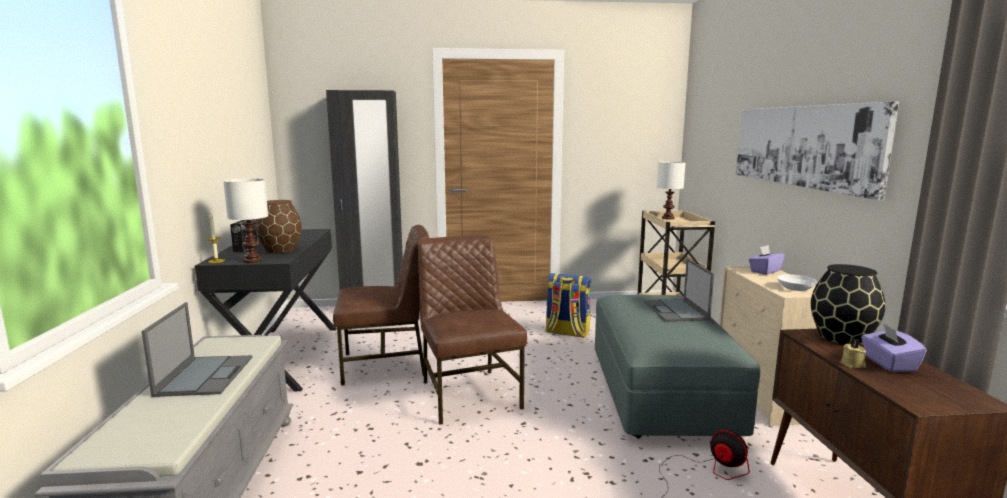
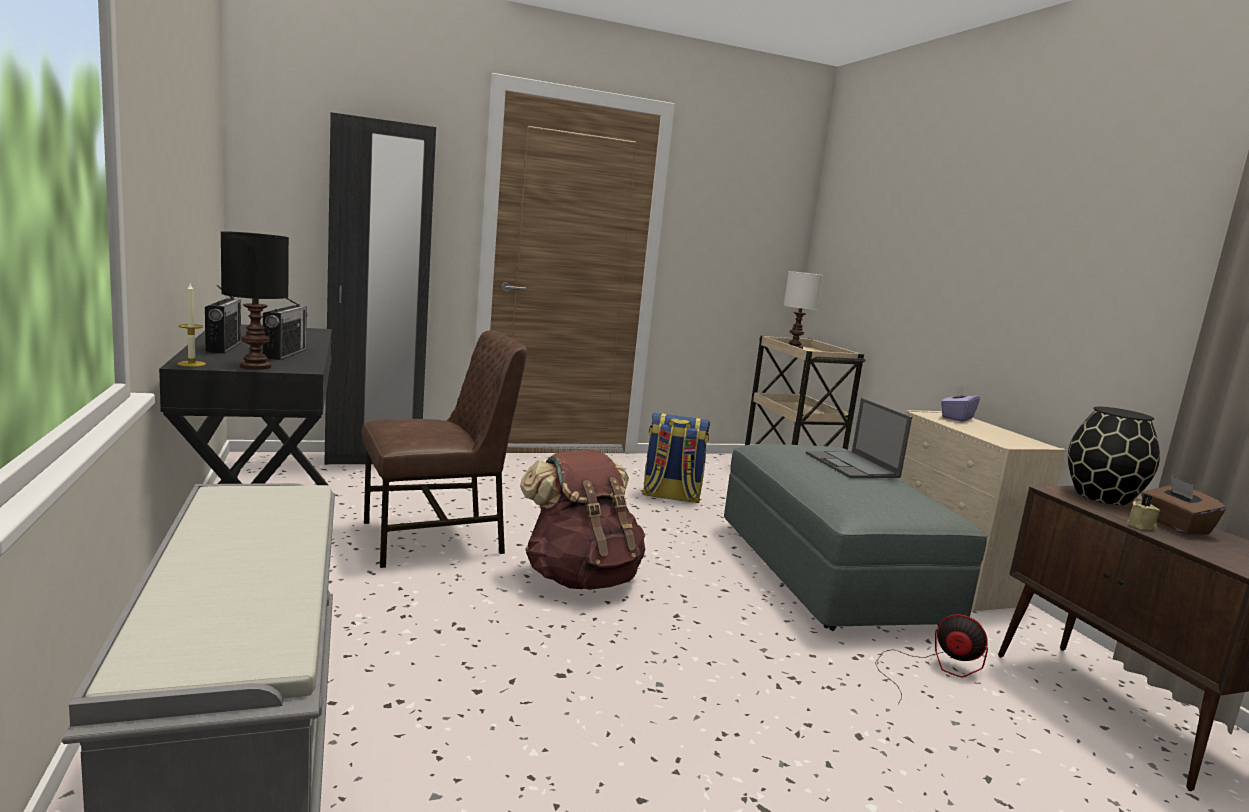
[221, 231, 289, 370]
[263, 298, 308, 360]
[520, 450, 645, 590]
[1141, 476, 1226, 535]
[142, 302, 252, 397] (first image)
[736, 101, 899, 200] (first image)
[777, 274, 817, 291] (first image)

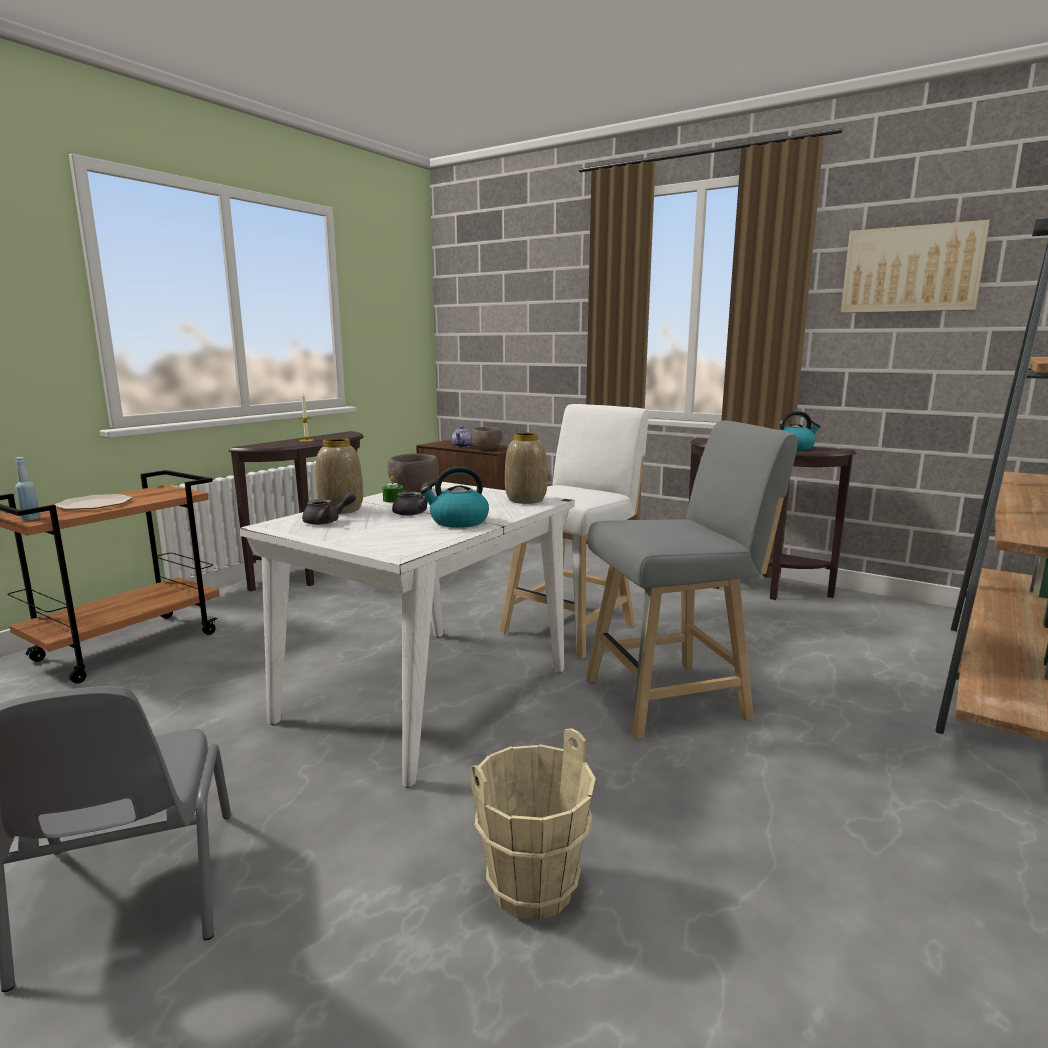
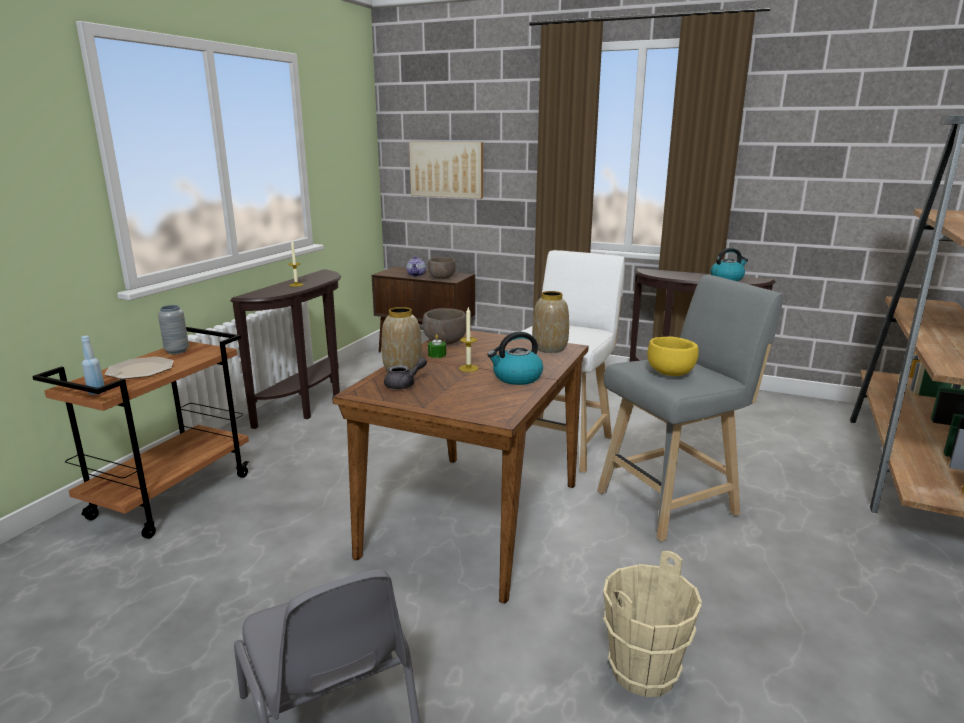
[158, 305, 189, 354]
[332, 331, 589, 603]
[409, 142, 483, 199]
[459, 307, 478, 372]
[647, 336, 699, 376]

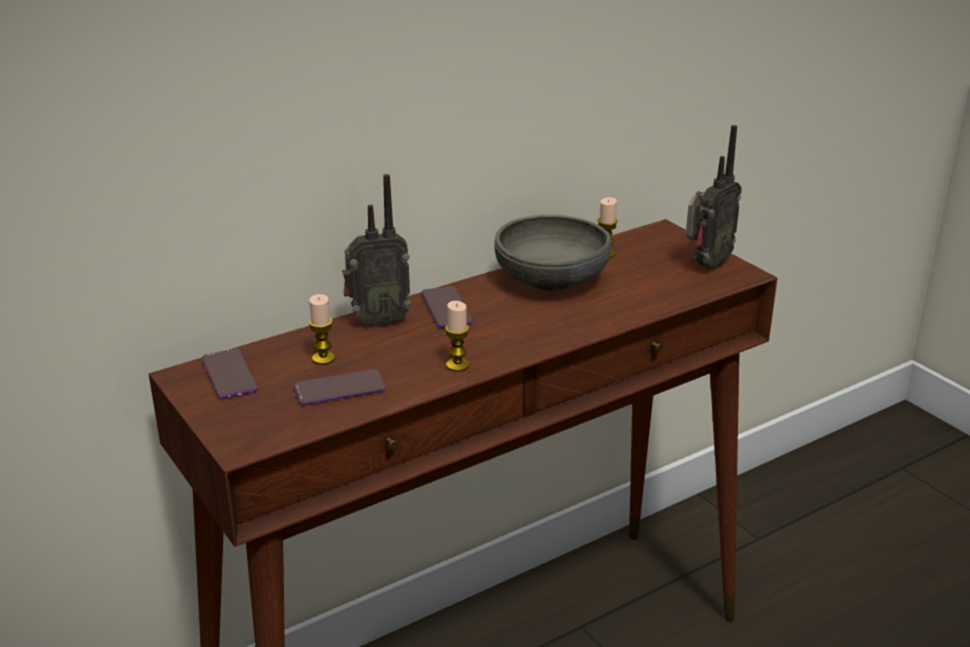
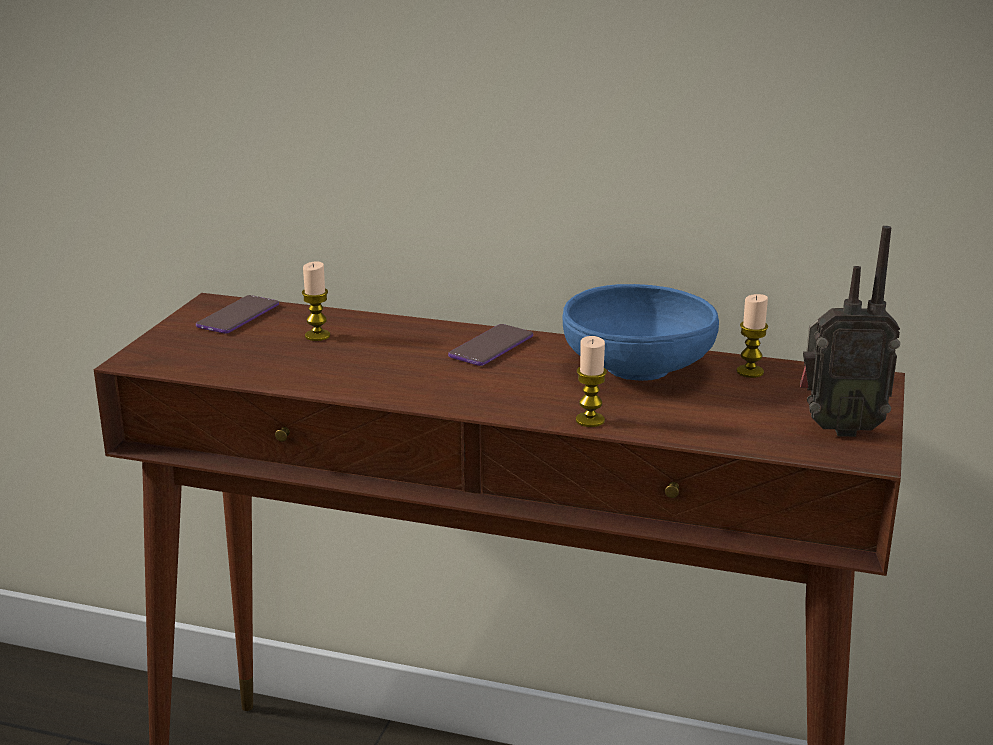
[562, 284, 719, 381]
[576, 336, 607, 427]
[294, 369, 386, 405] (first image)
[342, 174, 411, 327] (first image)

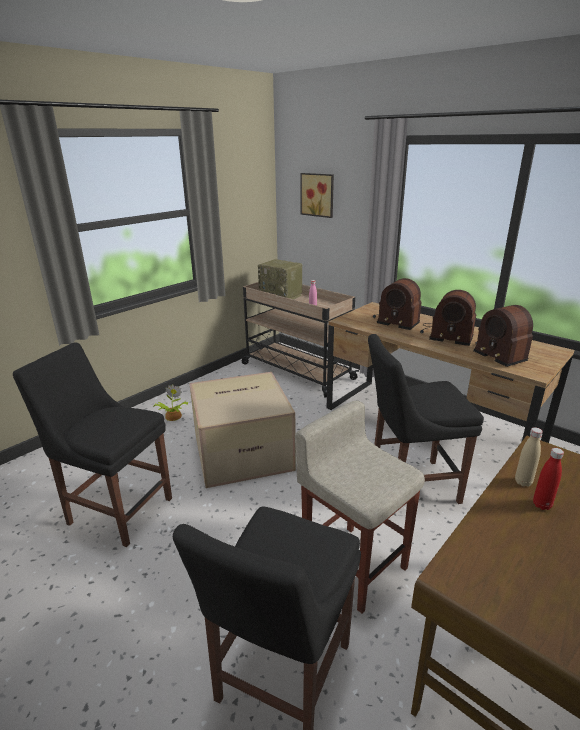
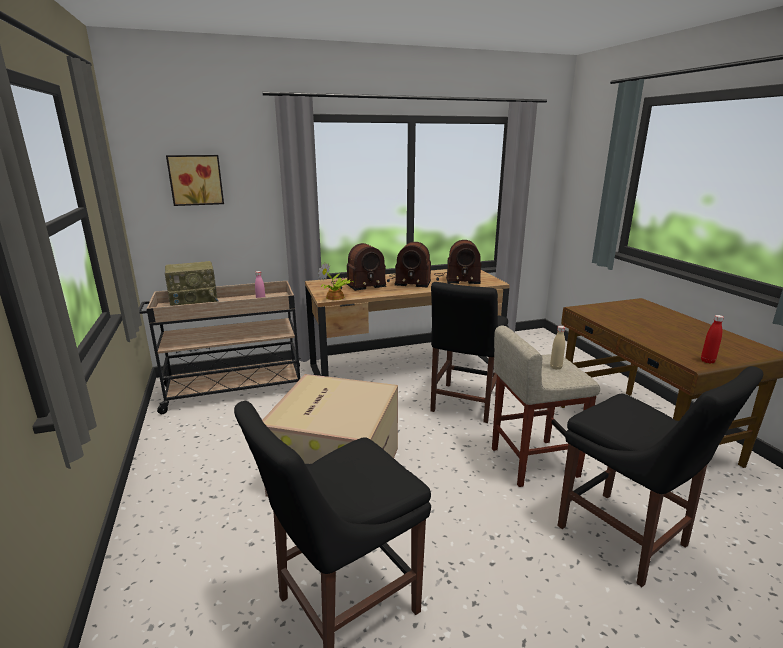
[318, 263, 354, 300]
[387, 242, 431, 287]
[550, 326, 565, 370]
[701, 315, 724, 364]

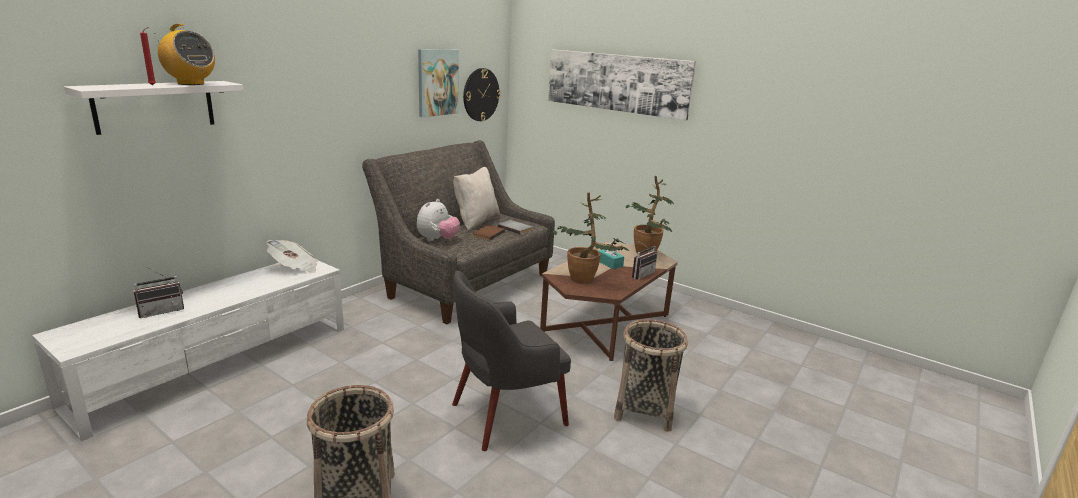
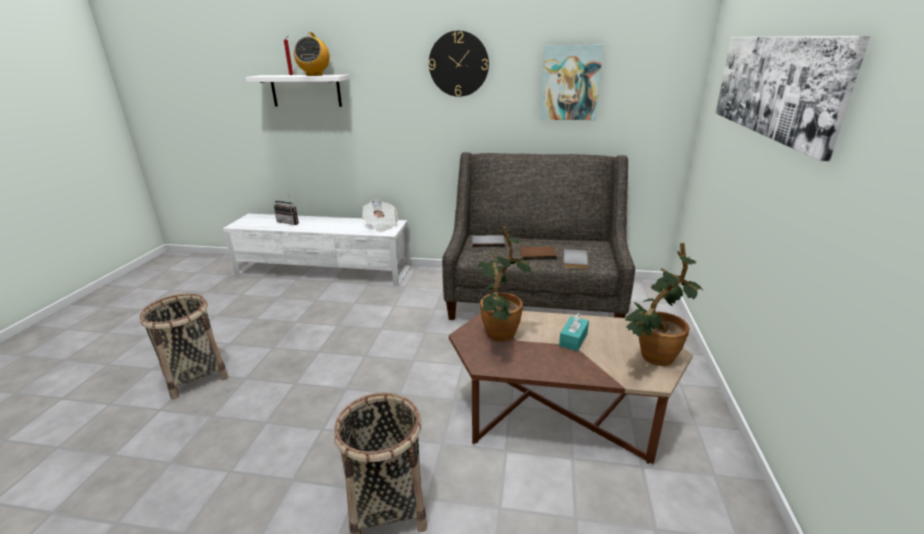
[429, 31, 489, 97]
[472, 235, 505, 247]
[452, 271, 571, 451] (first image)
[453, 167, 500, 231] (first image)
[632, 240, 657, 280] (first image)

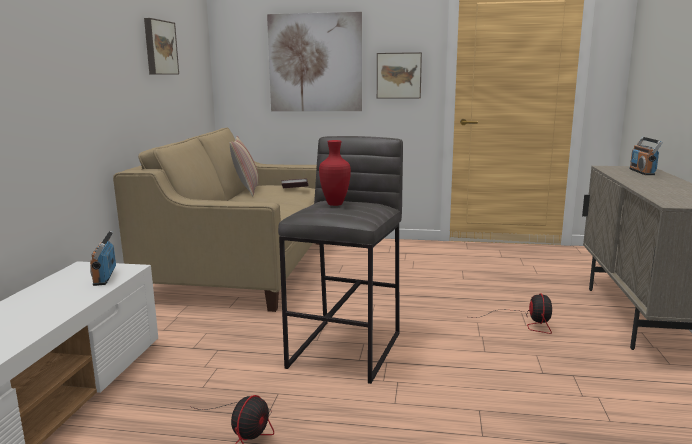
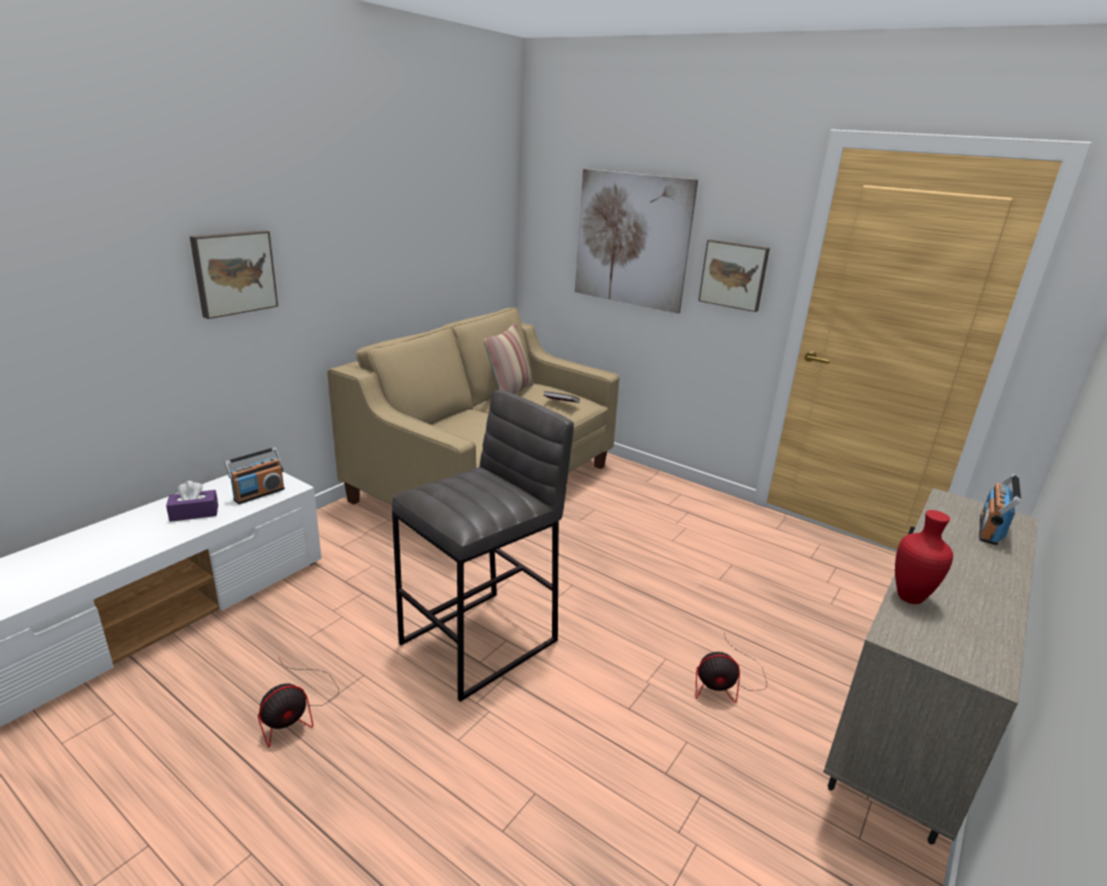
[166, 481, 218, 522]
[190, 230, 278, 319]
[224, 447, 285, 504]
[696, 633, 767, 703]
[895, 510, 953, 604]

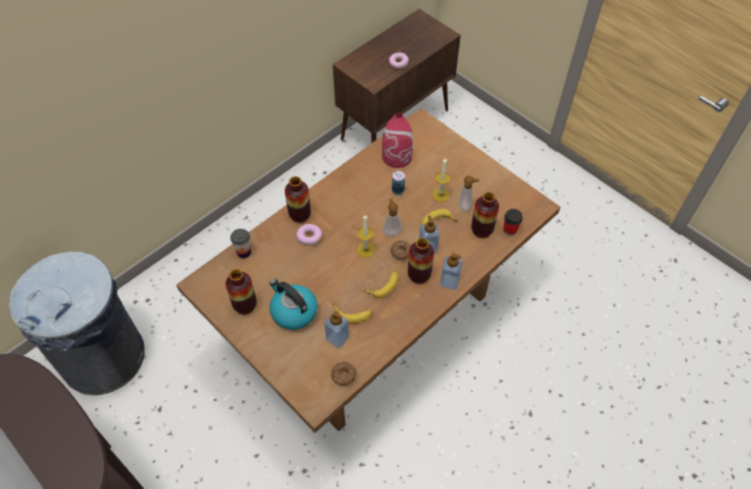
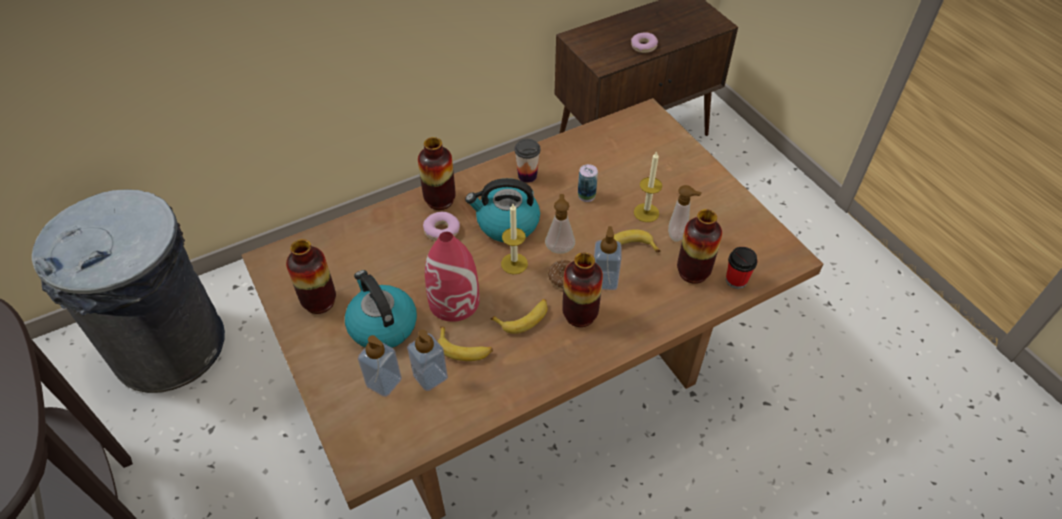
[358, 335, 402, 397]
[425, 232, 480, 322]
[465, 178, 540, 242]
[514, 139, 541, 183]
[331, 362, 356, 386] (first image)

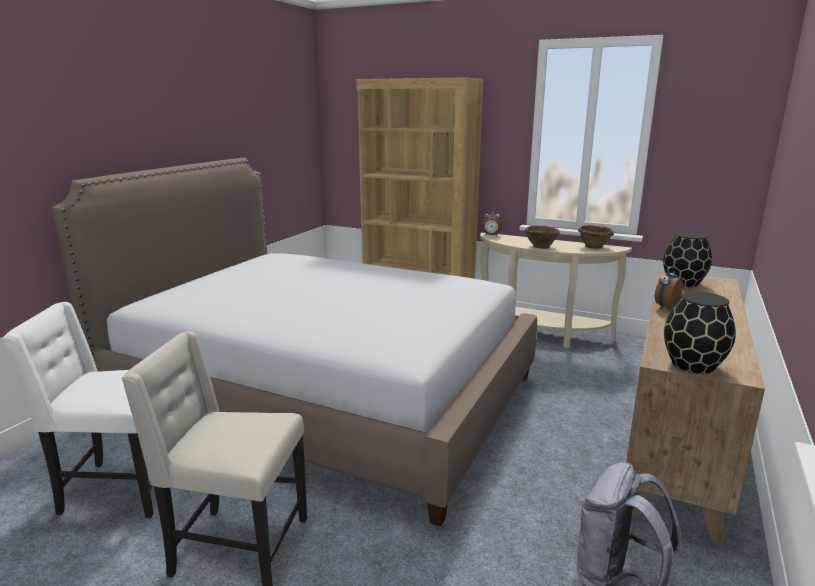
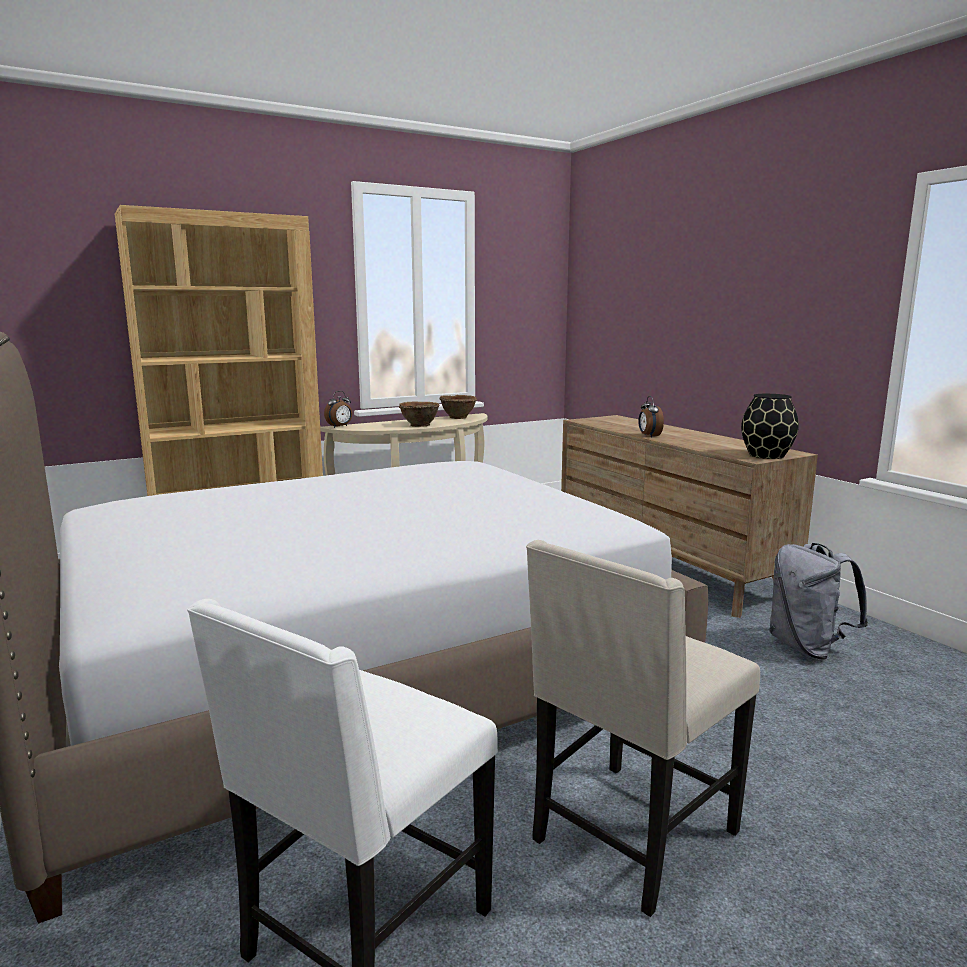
[663, 232, 712, 287] (first image)

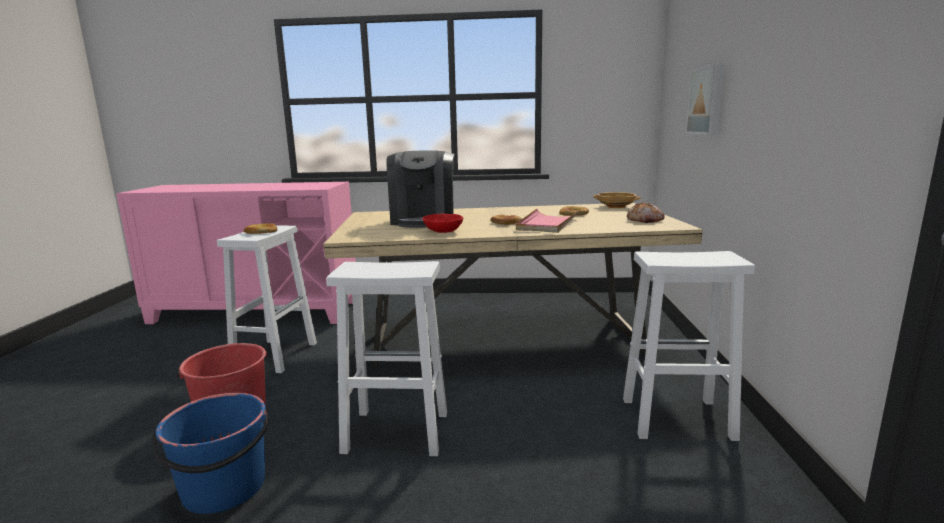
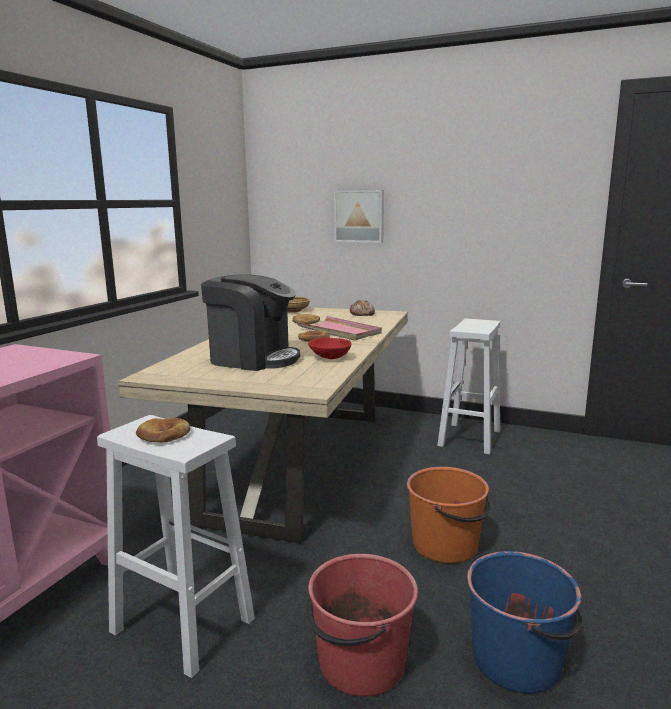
[407, 467, 490, 563]

